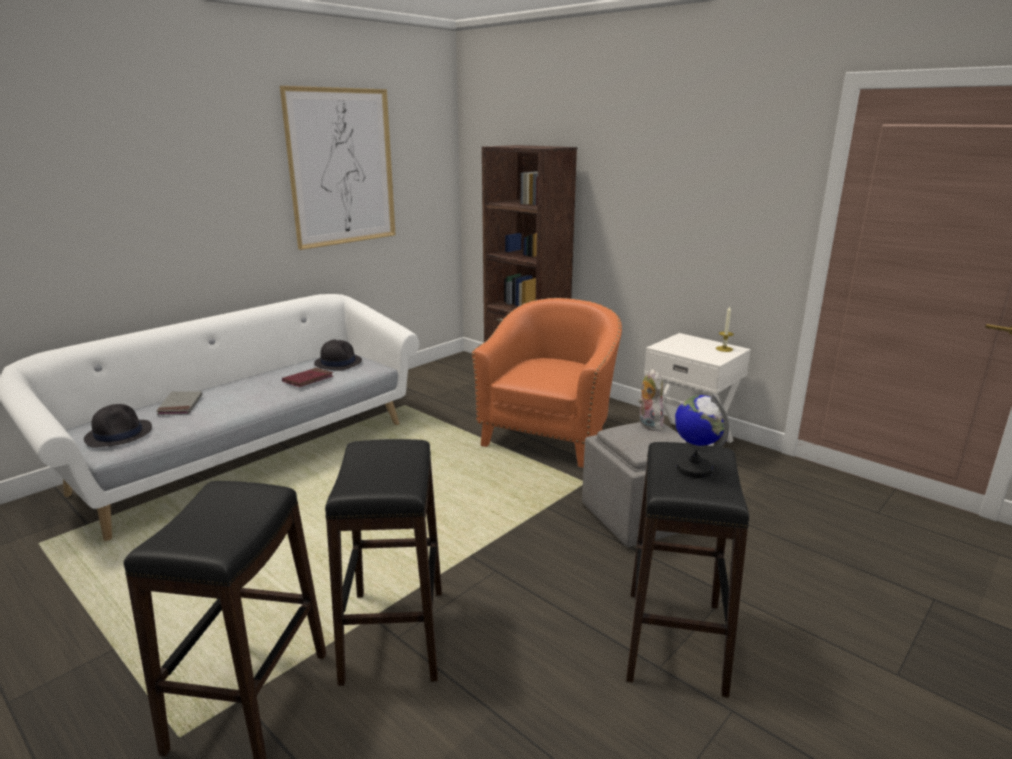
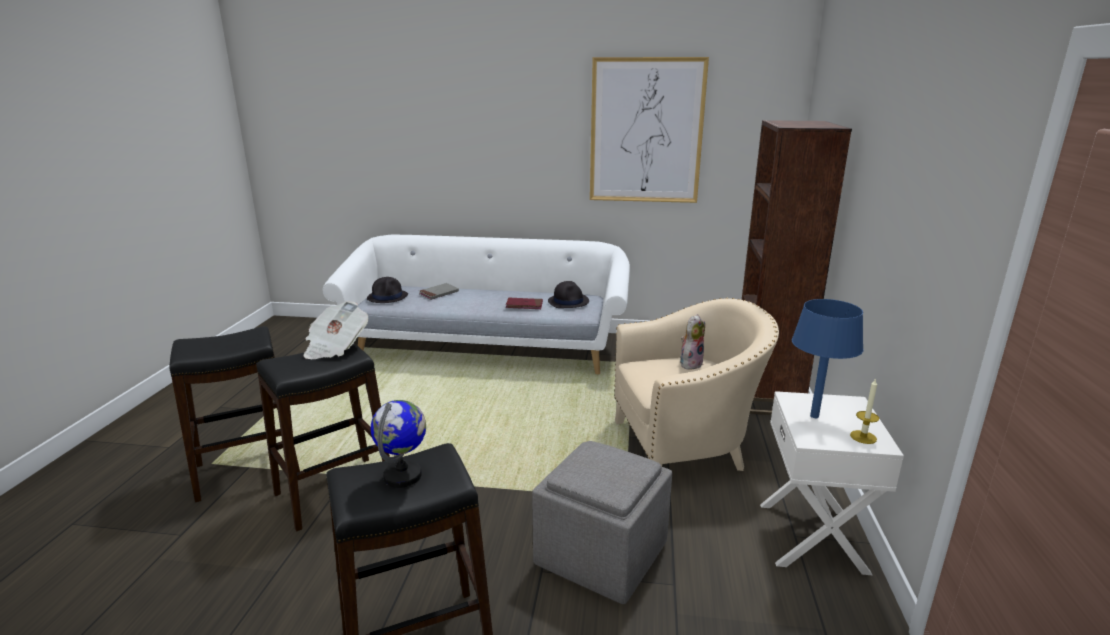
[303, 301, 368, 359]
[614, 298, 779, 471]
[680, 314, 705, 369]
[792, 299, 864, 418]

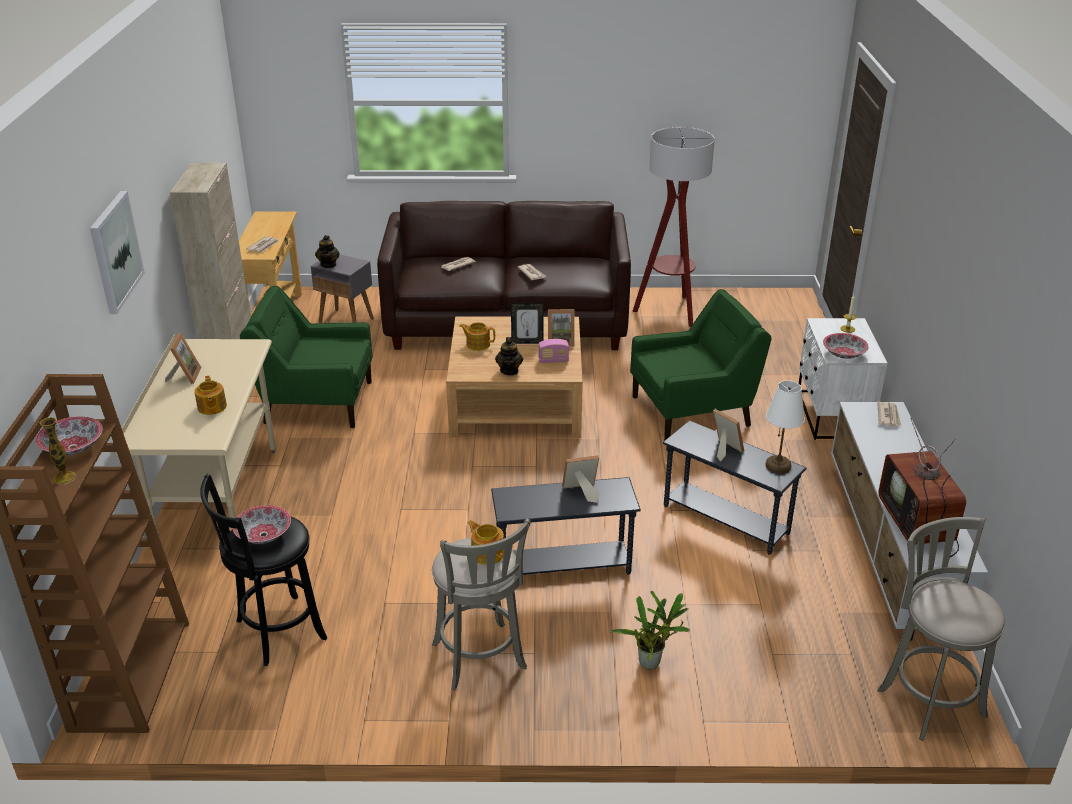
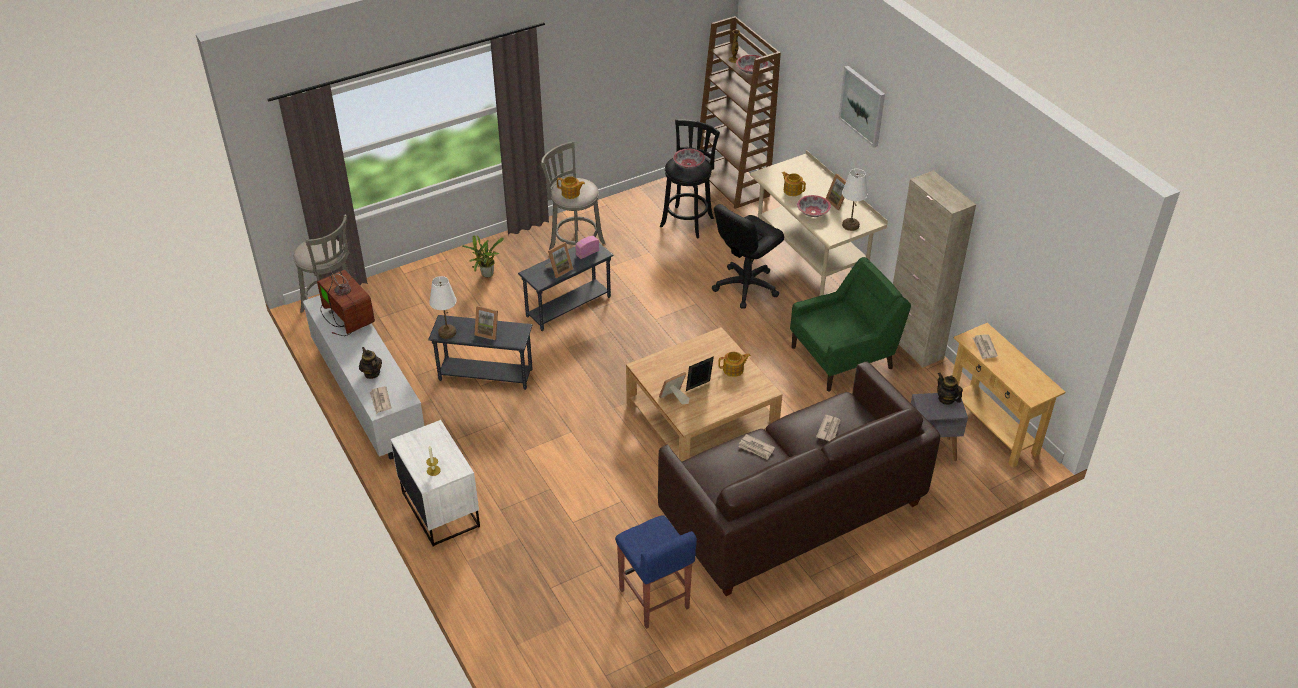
[359, 347, 382, 379]
[575, 236, 599, 259]
[615, 515, 697, 629]
[712, 204, 784, 309]
[797, 195, 831, 217]
[842, 169, 868, 231]
[630, 289, 771, 441] (first image)

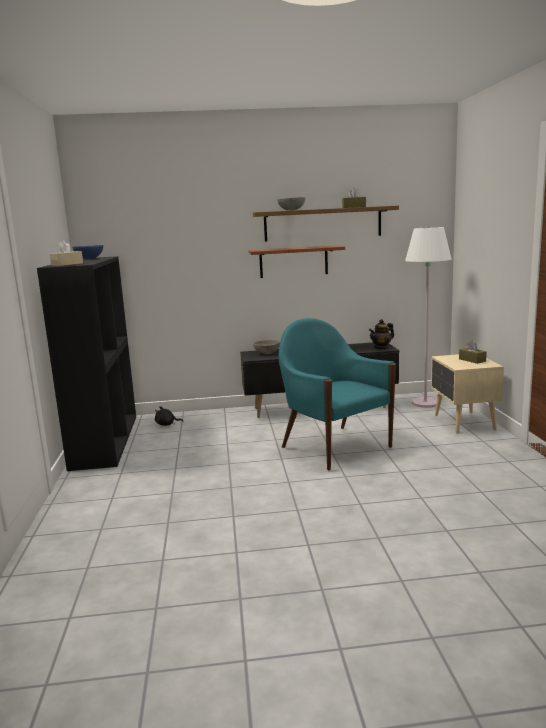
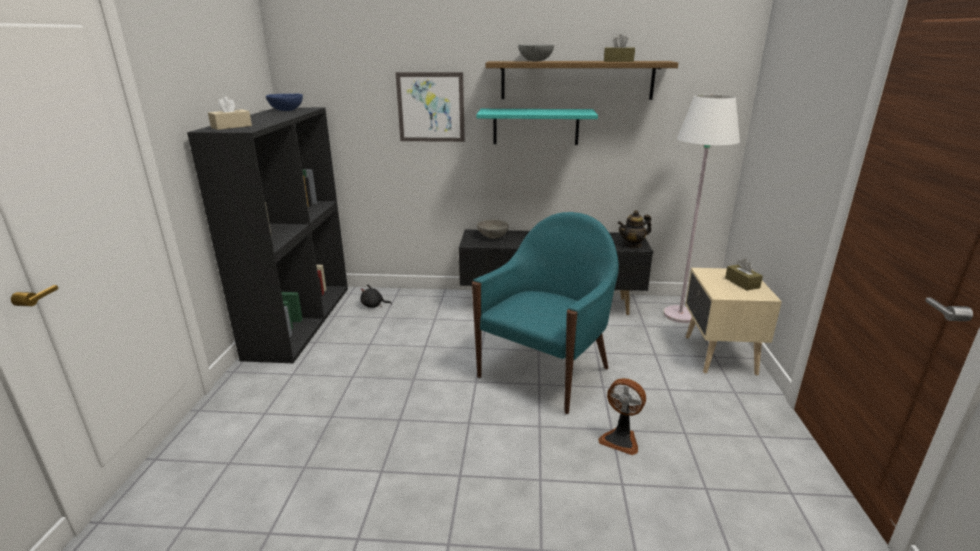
[395, 72, 465, 142]
[472, 212, 619, 414]
[476, 109, 598, 145]
[598, 378, 646, 455]

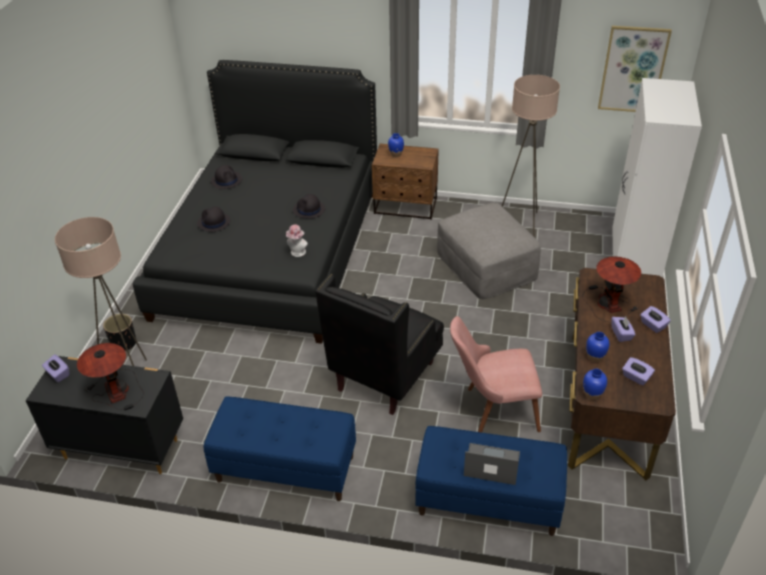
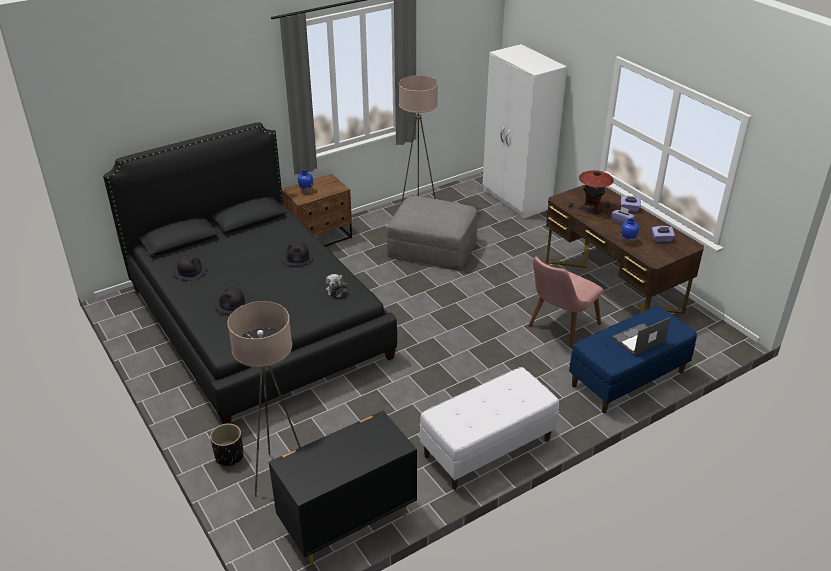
[326, 274, 347, 297]
[420, 367, 559, 490]
[42, 354, 69, 382] (first image)
[77, 343, 144, 410] (first image)
[315, 274, 444, 415] (first image)
[583, 369, 607, 400] (first image)
[598, 26, 672, 112] (first image)

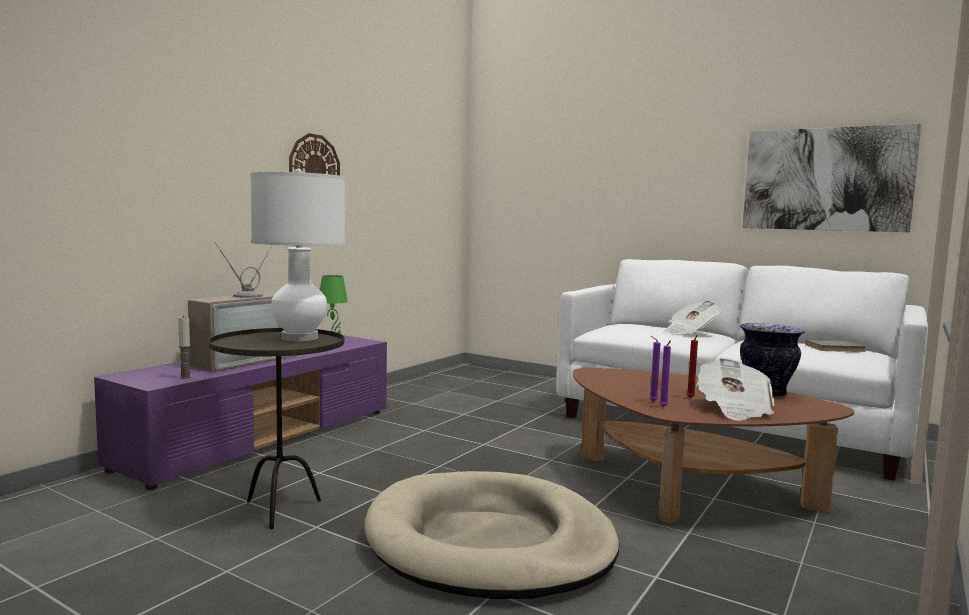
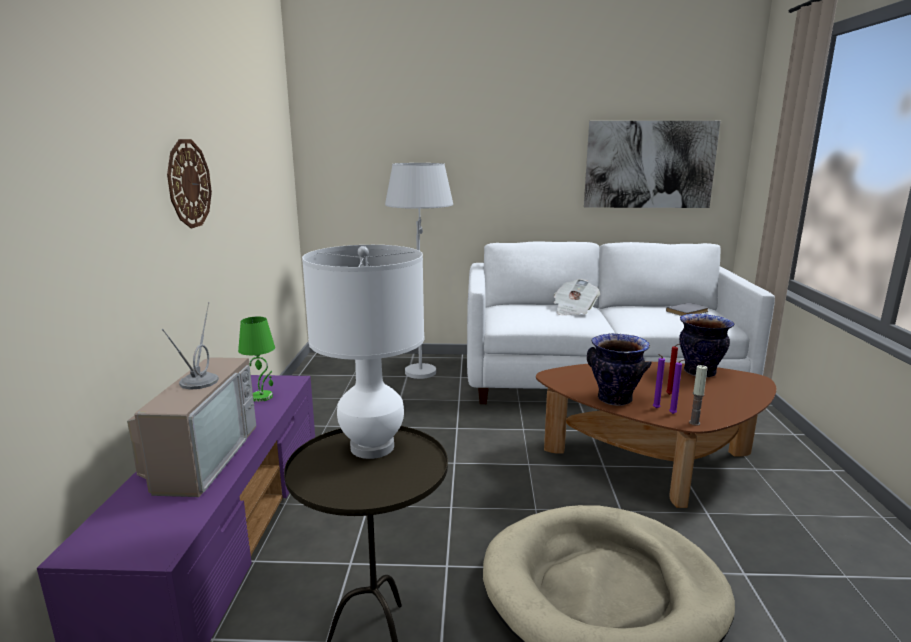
[385, 163, 453, 379]
[587, 333, 652, 406]
[689, 365, 708, 426]
[697, 358, 774, 420] (first image)

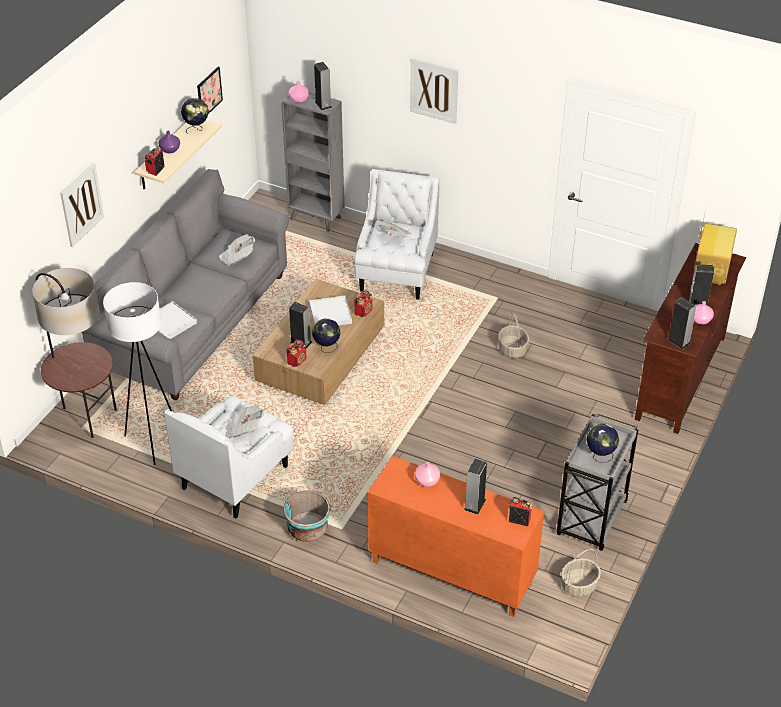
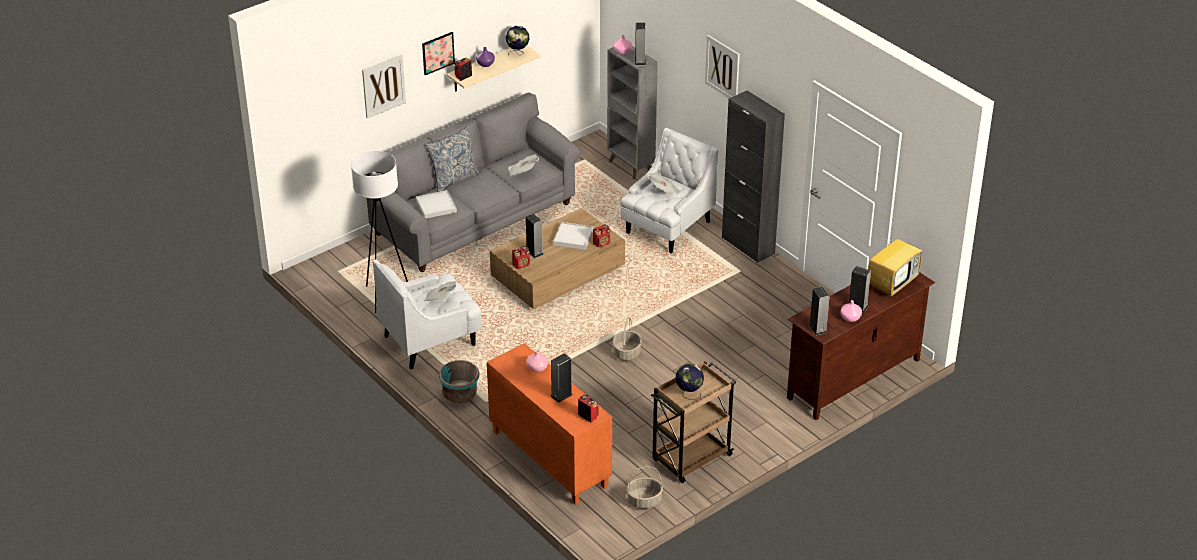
[422, 32, 455, 75]
[426, 126, 481, 192]
[612, 317, 642, 361]
[651, 361, 737, 483]
[722, 91, 785, 263]
[32, 268, 117, 438] (first image)
[312, 318, 340, 353] (first image)

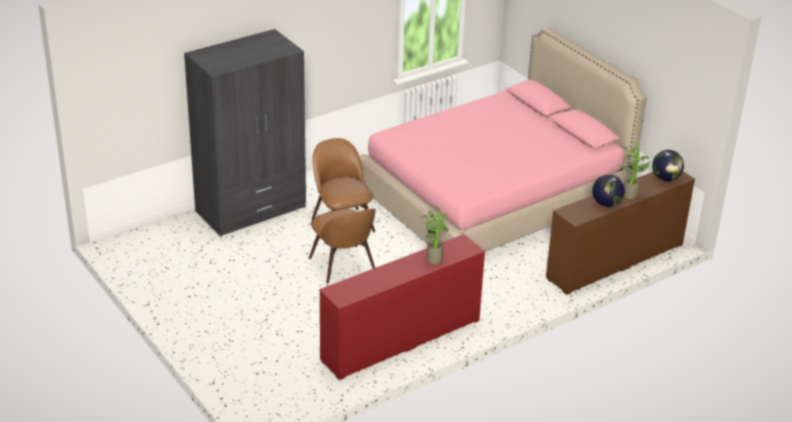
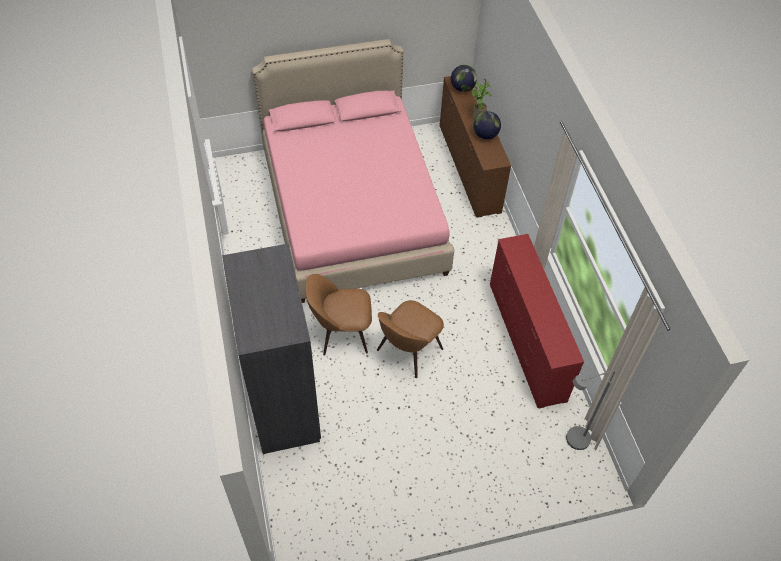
[377, 300, 444, 378]
[566, 370, 615, 450]
[421, 205, 449, 264] (first image)

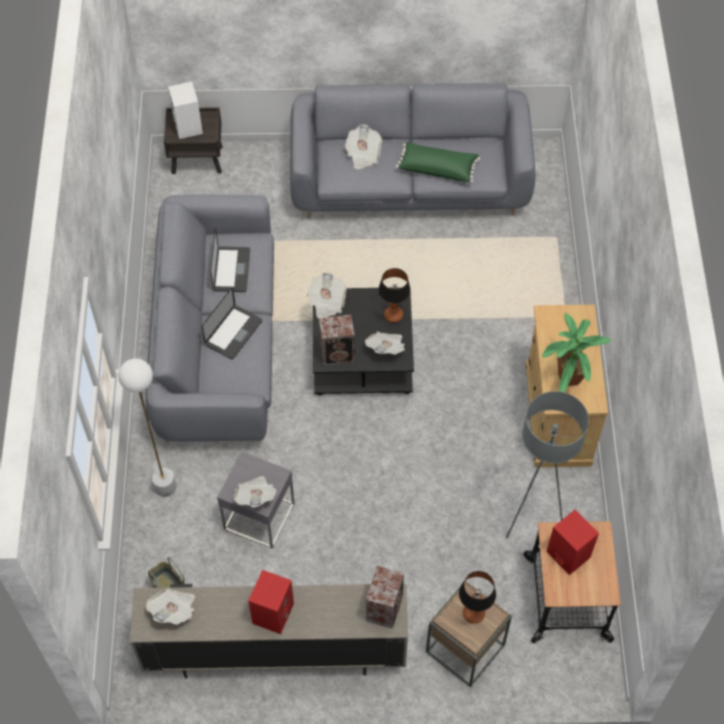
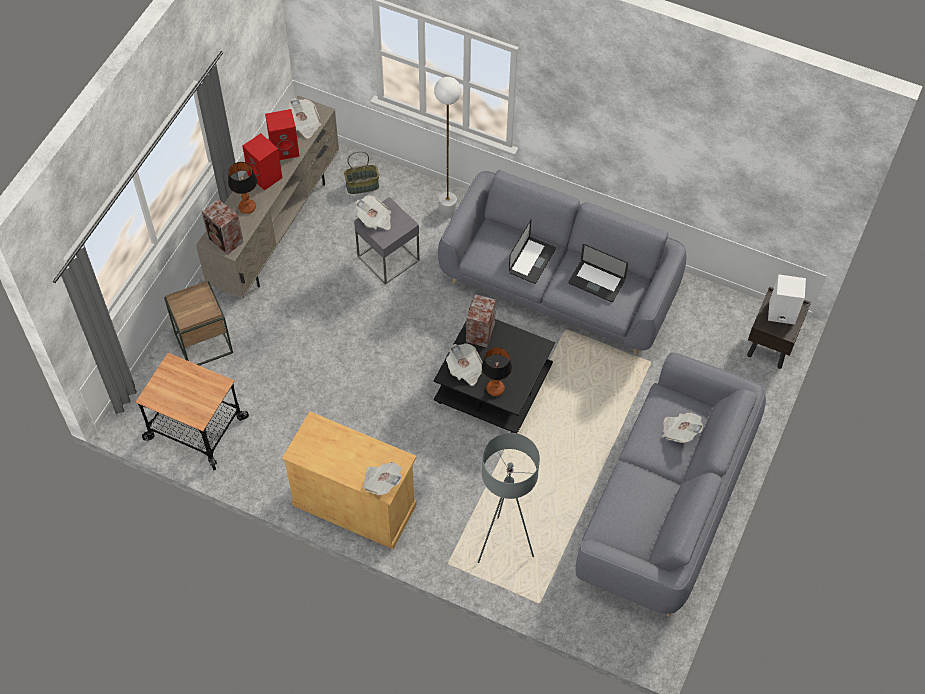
[228, 162, 257, 214]
[265, 109, 300, 160]
[362, 462, 402, 495]
[478, 433, 540, 563]
[509, 220, 556, 284]
[396, 142, 480, 182] (first image)
[542, 313, 611, 392] (first image)

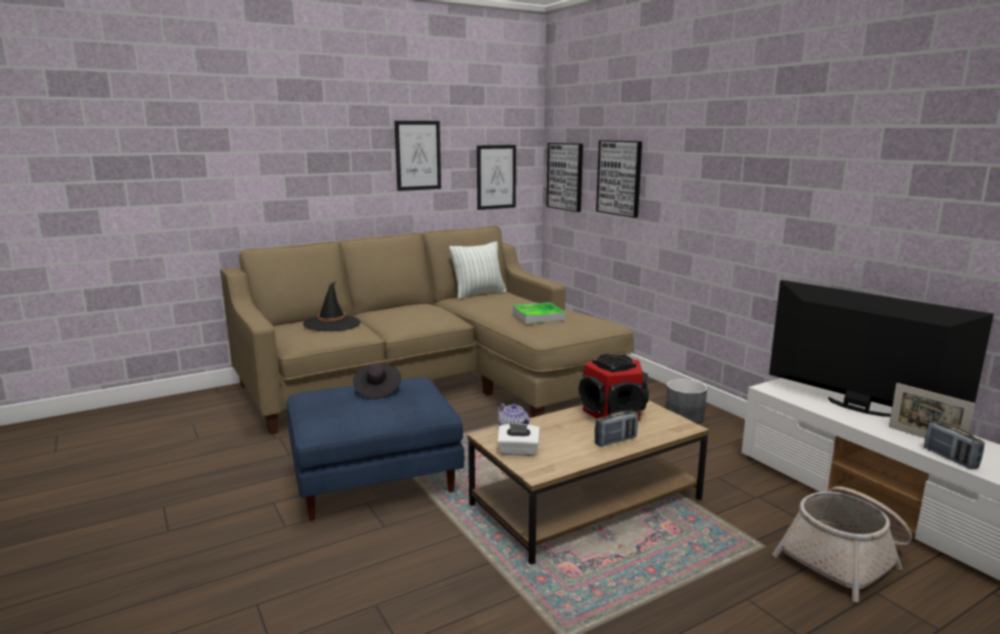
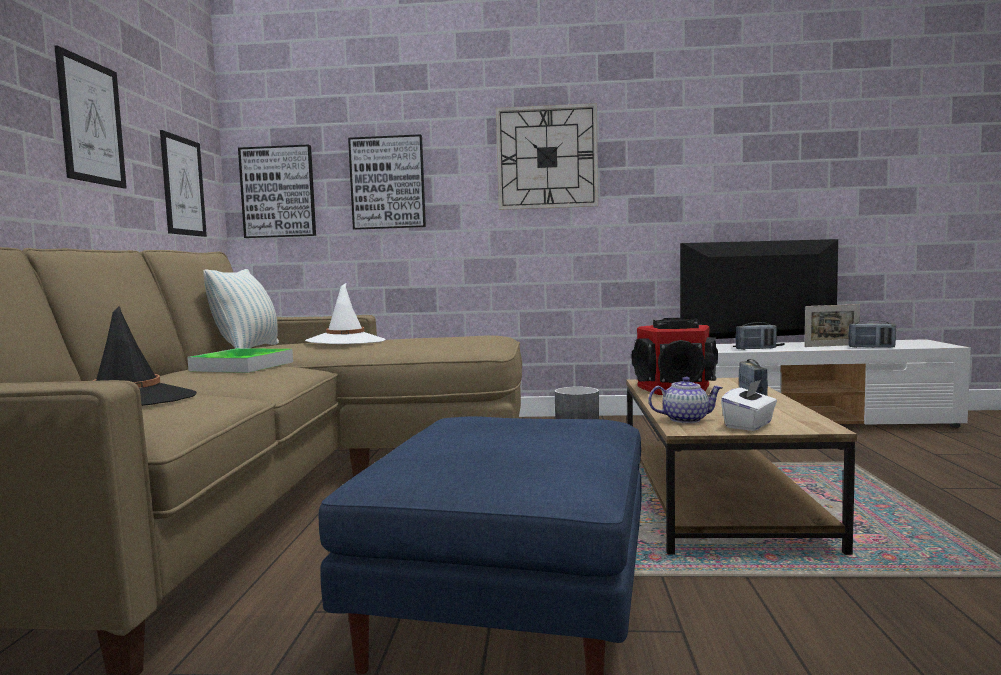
[187, 348, 293, 373]
[305, 283, 386, 344]
[496, 103, 598, 210]
[735, 322, 777, 350]
[353, 363, 401, 399] (first image)
[772, 486, 912, 602] (first image)

